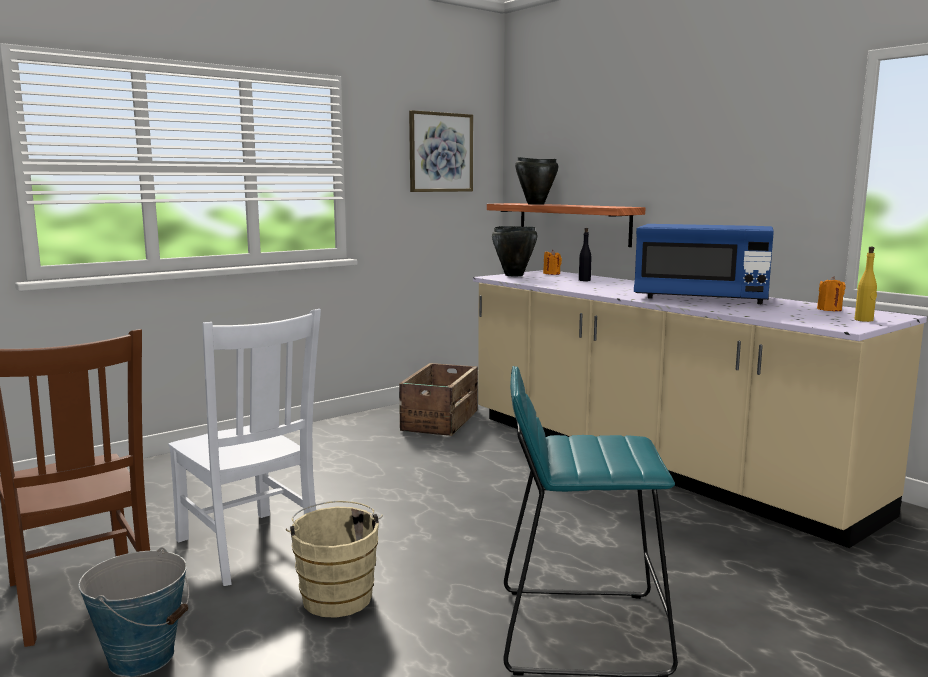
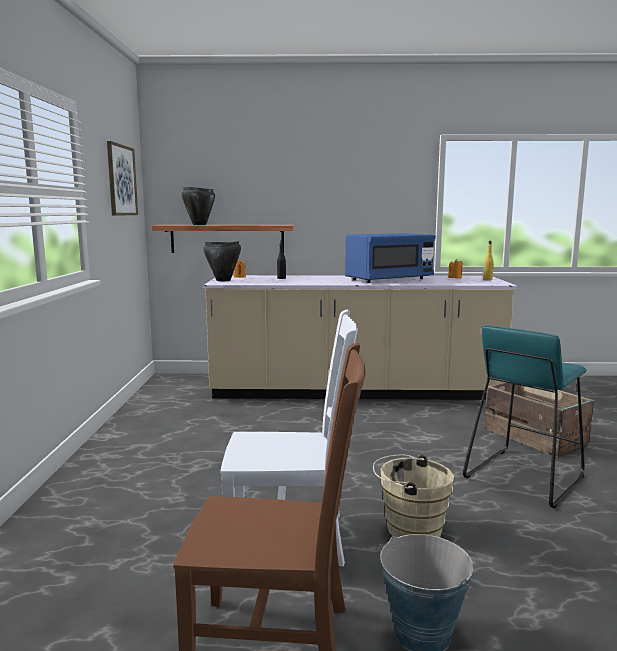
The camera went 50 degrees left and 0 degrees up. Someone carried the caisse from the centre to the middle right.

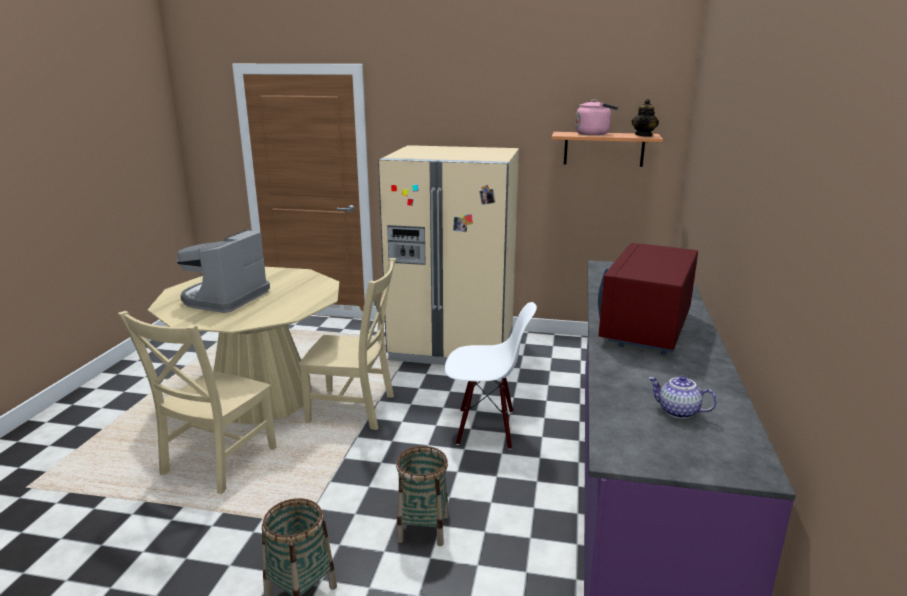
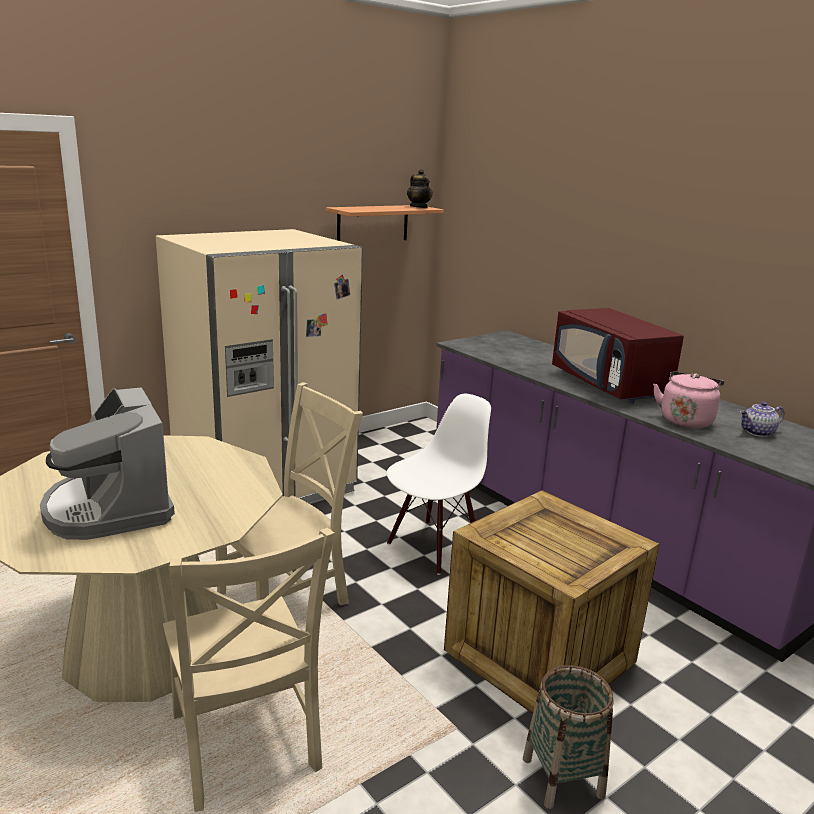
The camera went 50 degrees left and 0 degrees up. Someone swapped the panier (no. 2 from left) at the bottom centre for the caisse at the bottom right. Someone carried the bouilloire [rose] from the top centre to the middle right.

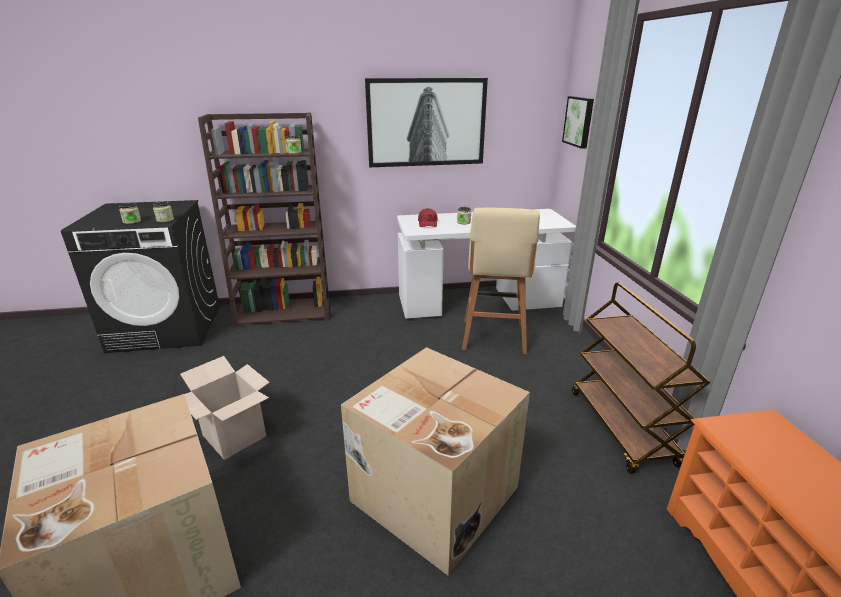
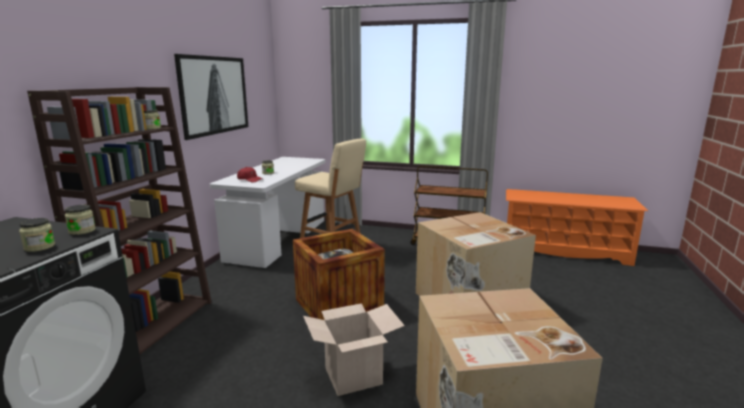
The camera went 65 degrees left and 10 degrees down. Someone put down the caisse at the bottom centre. Someone took away the tableau (no. 2 from left) at the top right.

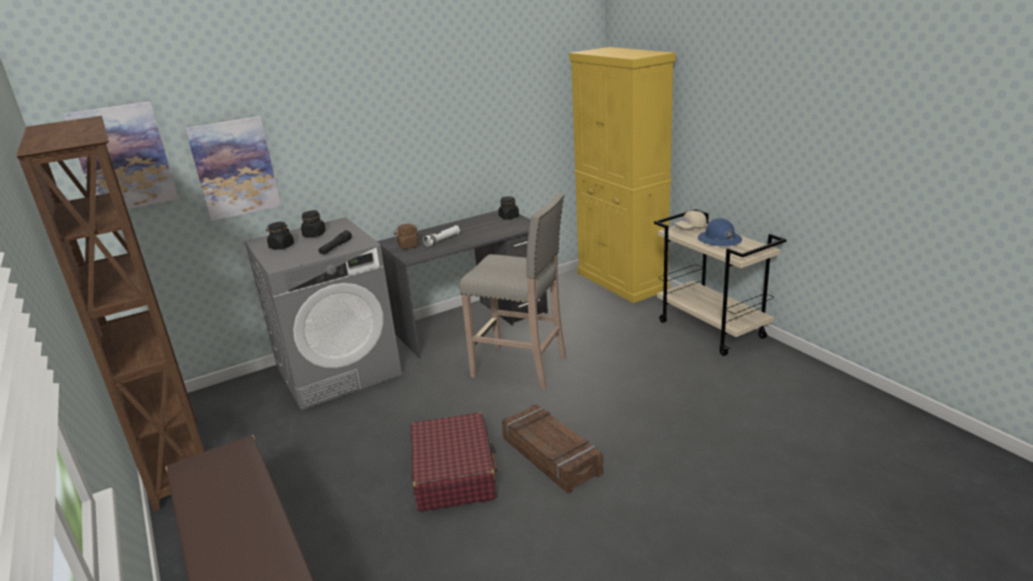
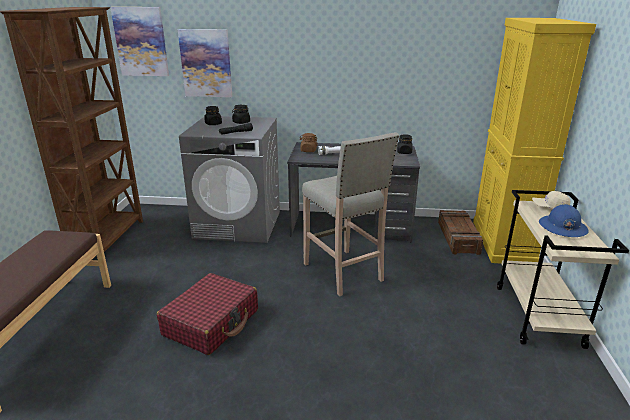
The camera went 35 degrees right and 0 degrees up. Someone carried the caisse from the bottom centre to the middle right.

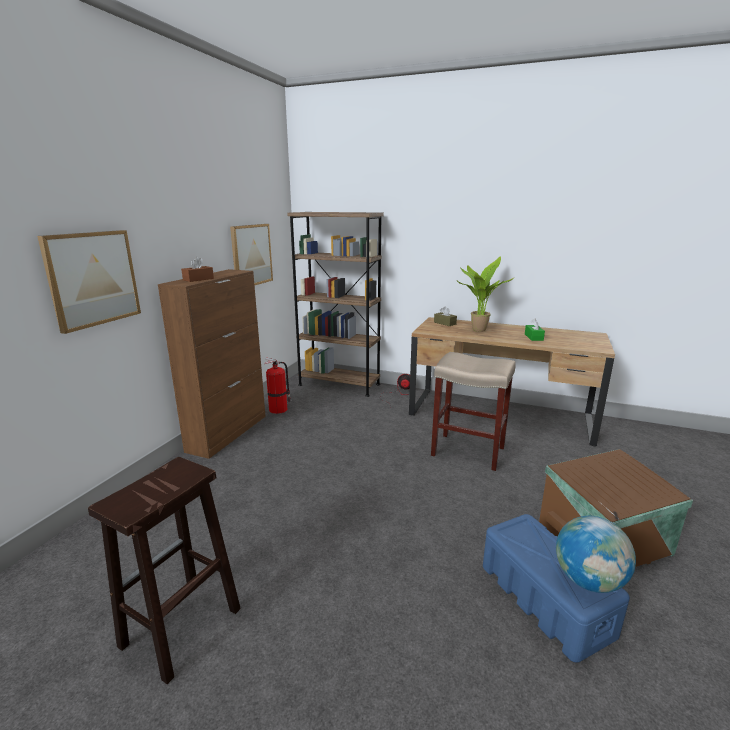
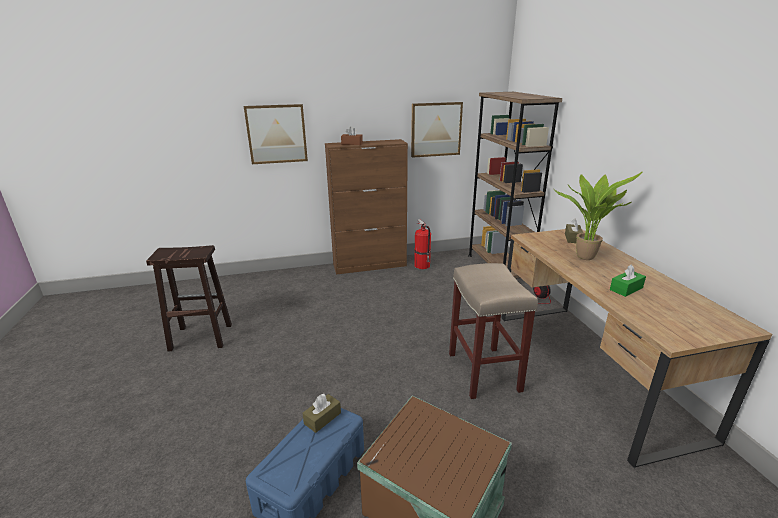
The camera went 55 degrees right and 5 degrees up. Someone put down the boîte à mouchoirs [marron] (no. 1 from left) at the bottom centre. Someone took away the globe at the bottom right.

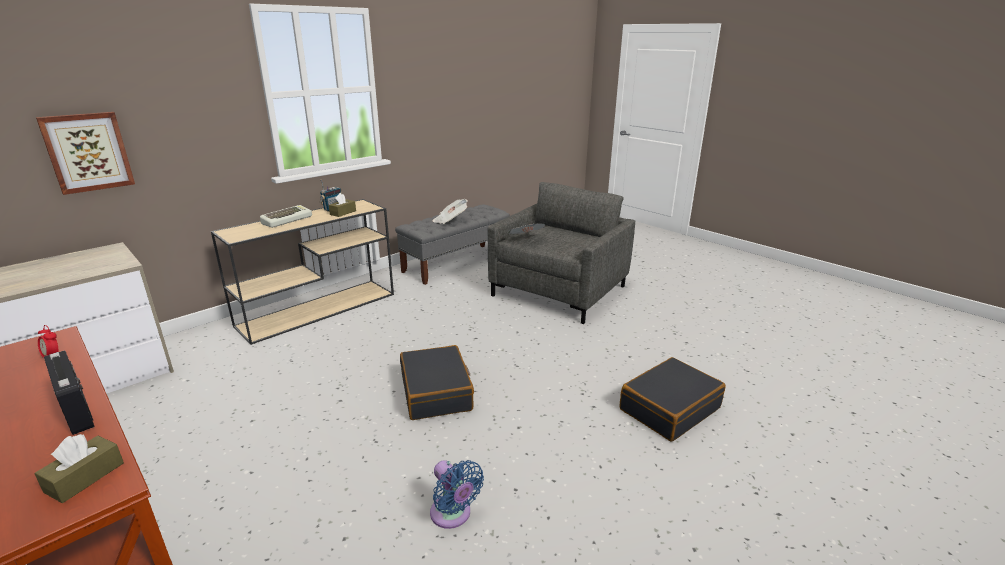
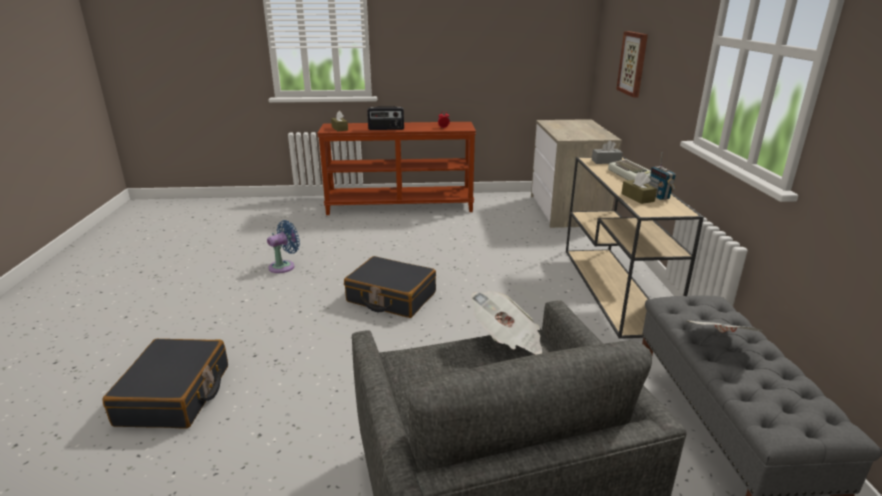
The camera went 130 degrees right and 0 degrees up. Someone rotated the ventilateur [bleu] at the bottom centre by 135 degrees clockwise. Someone put down the boîte à mouchoirs [gris] at the top right.

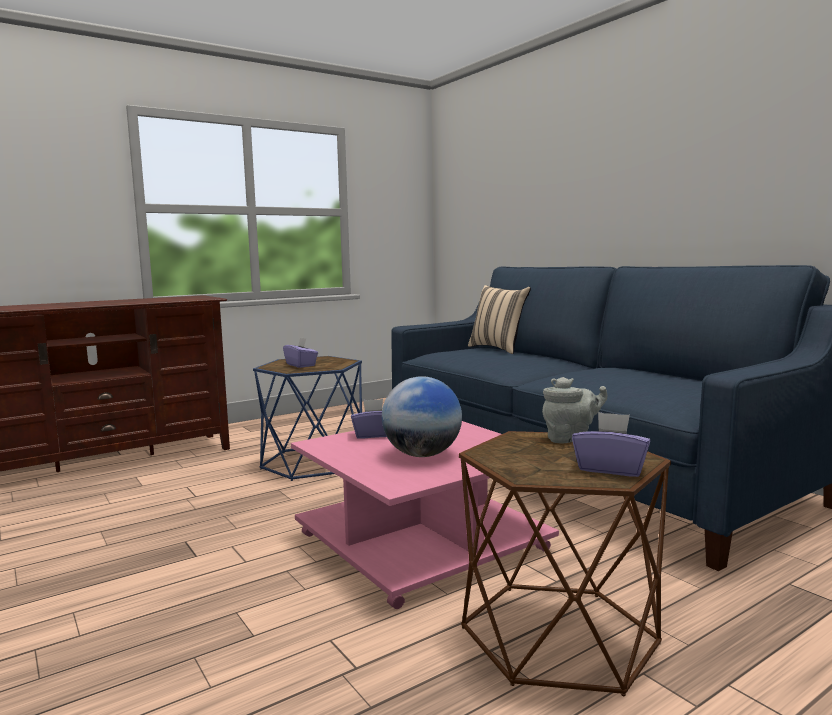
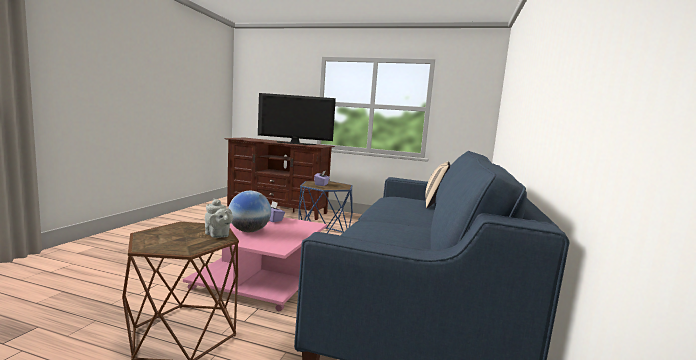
The camera went 50 degrees right and 0 degrees up. Someone put down the téléviseur at the top centre. Someone took away the boîte à mouchoirs [violet] (no. 3 from left) at the middle right.

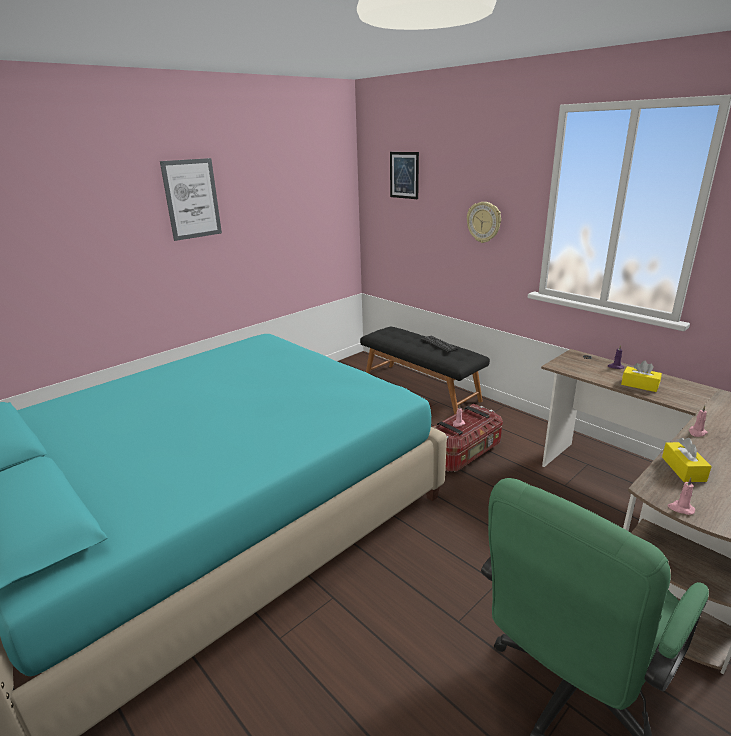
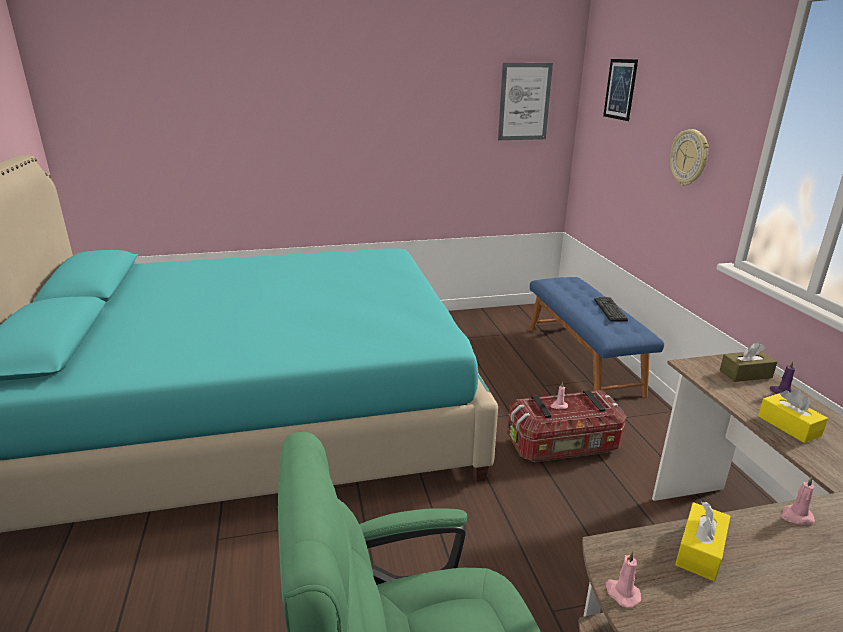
The camera went 30 degrees right and 0 degrees up. Someone carried the tableau (no. 1 from left) from the top left to the top centre. Someone repainted the banc [noir] at the centre, which became the banc [bleu] at the middle right. Someone put down the boîte à mouchoirs [marron] at the middle right.

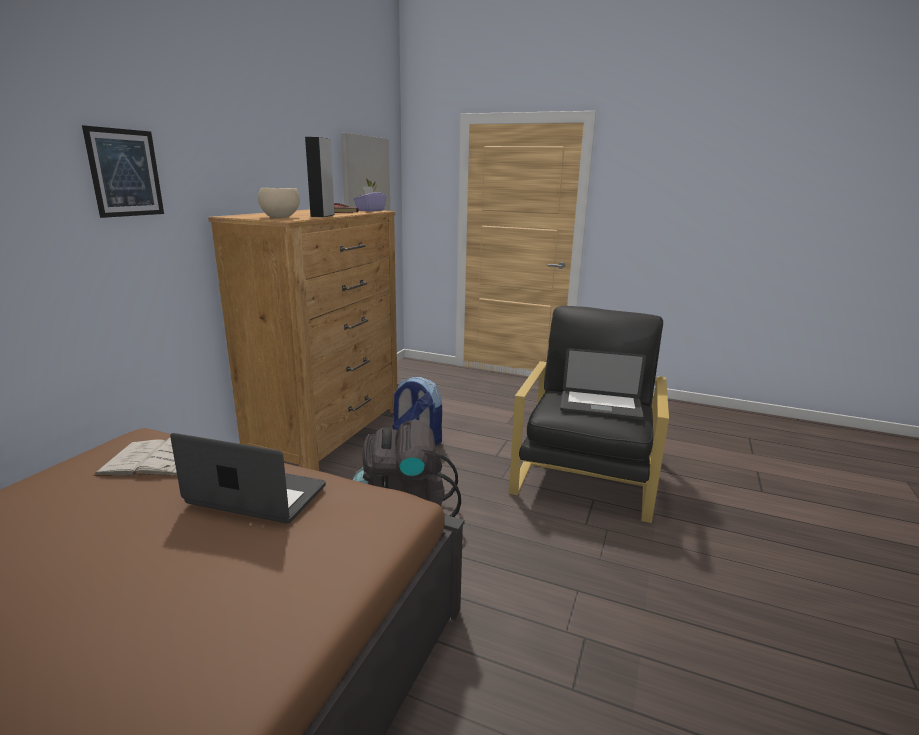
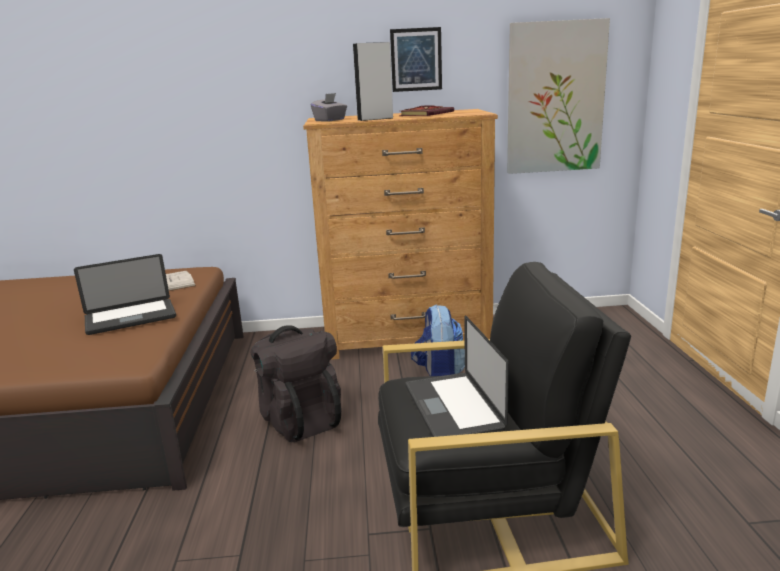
The camera went 65 degrees right and 0 degrees up. Someone rotated the ordinateur portable (no. 1 from left) at the middle left by 75 degrees clockwise. Someone swapped the bol [beige] at the top left for the boîte à mouchoirs [gris] at the top centre. Someone carried the tableau (no. 1 from left) from the top left to the top centre. Someone took away the boîte à mouchoirs [violet] at the top centre.

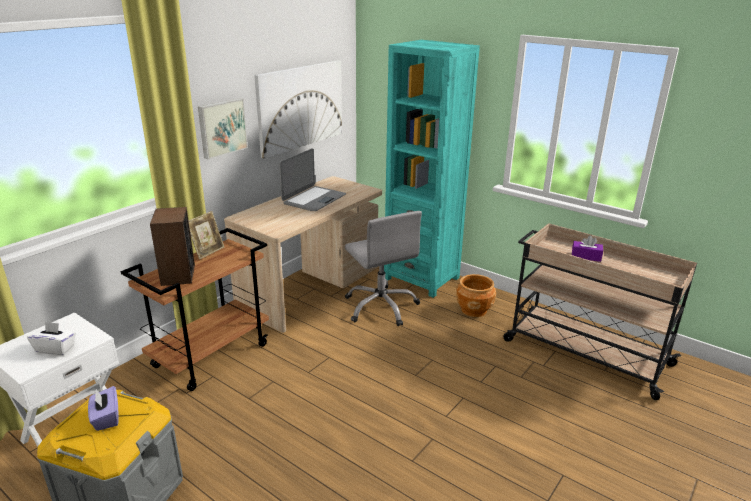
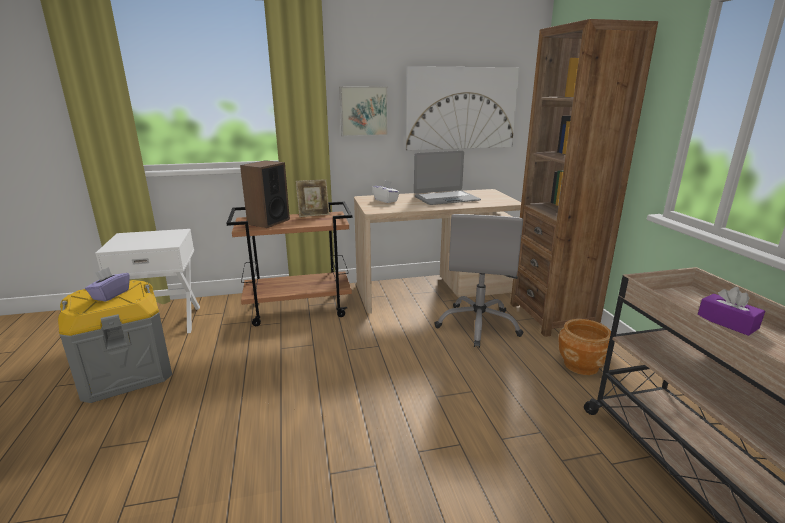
The camera went 40 degrees right and 5 degrees down. Someone carried the boîte à mouchoirs [blanc] from the bottom left to the centre. Someone repainted the bibliothèque [turquoise] at the centre, which became the bibliothèque [marron] at the middle right.

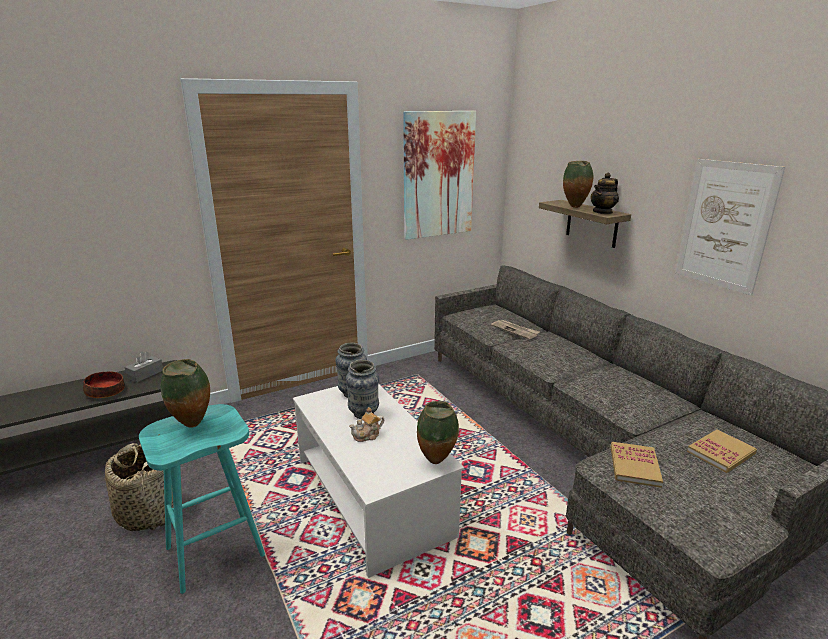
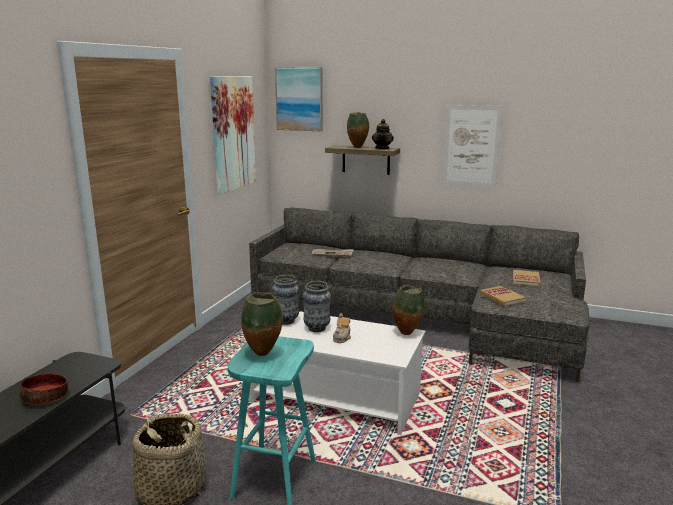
The camera went 40 degrees left and 5 degrees down. Someone put up the tableau (no. 2 from left) at the top centre. Someone took away the boîte à mouchoirs [gris] at the middle left.

